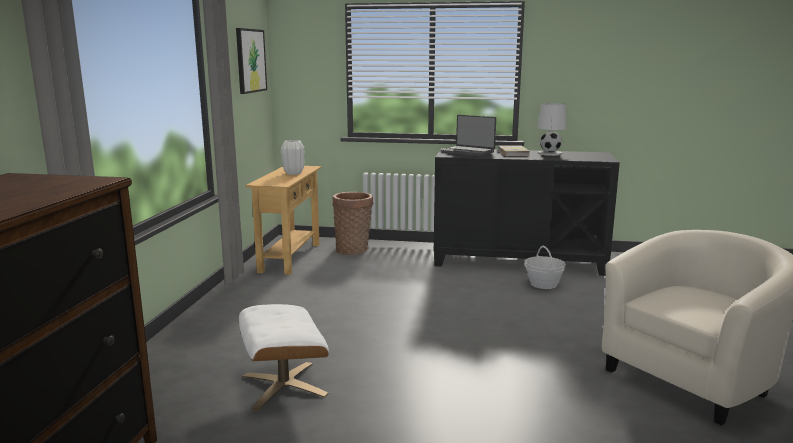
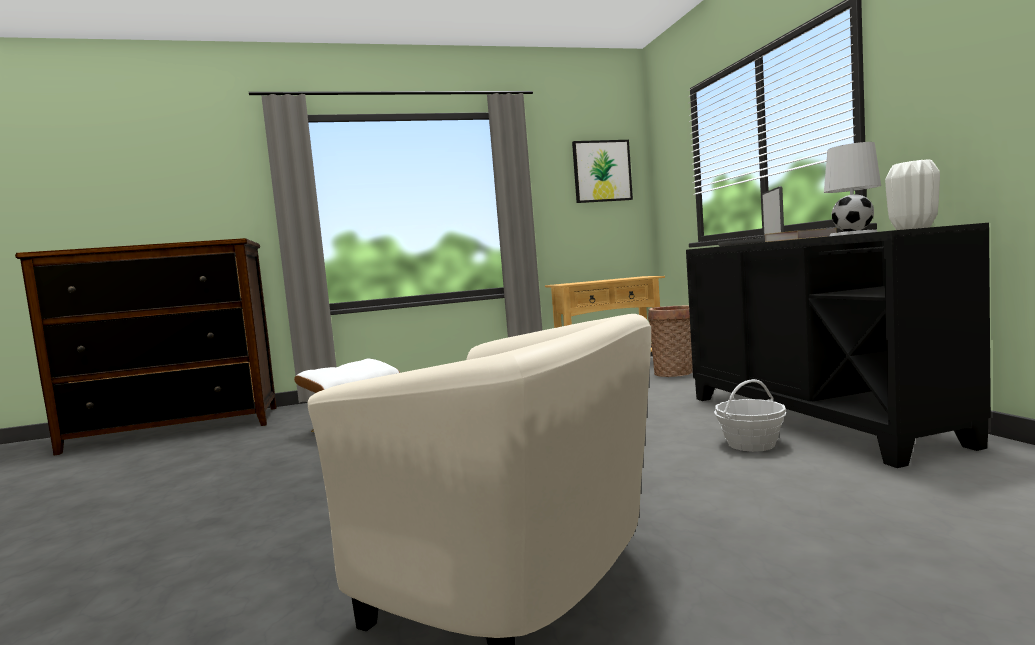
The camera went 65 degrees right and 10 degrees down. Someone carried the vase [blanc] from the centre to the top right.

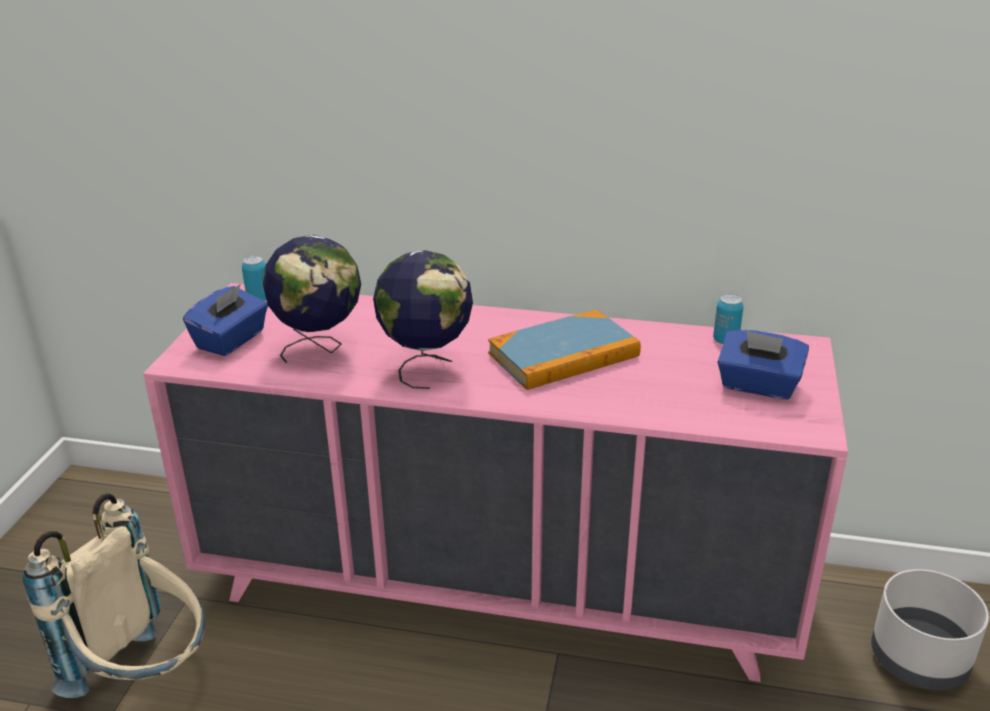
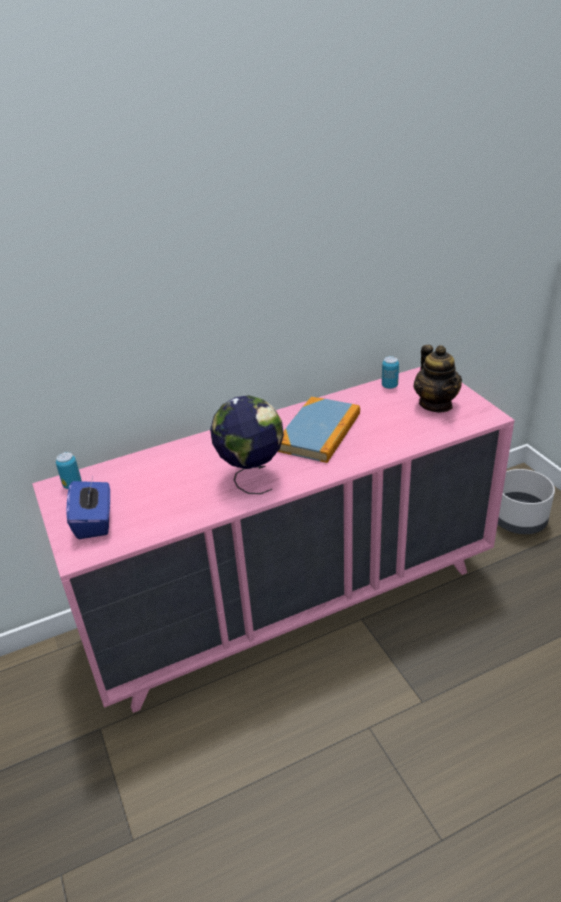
The camera went 35 degrees left and 5 degrees up. Someone swapped the boîte à mouchoirs [bleu] (no. 2 from left) at the middle right for the théière at the middle right. Someone took away the sac à dos [beige] at the bottom left. Someone took away the globe (no. 1 from left) at the middle left.

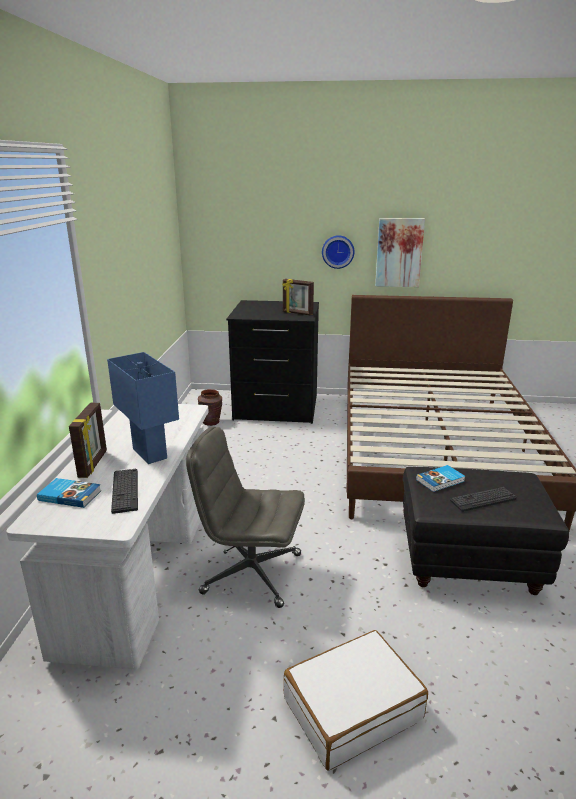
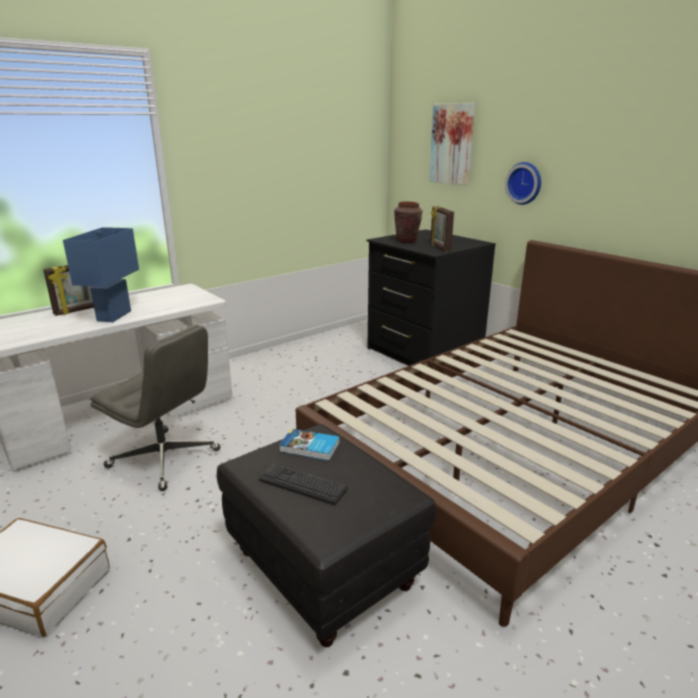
The camera went 45 degrees right and 0 degrees up. Someone rotated the chaise de bureau [gris] at the centre by 150 degrees clockwise. Someone carried the vase [marron] from the centre to the top centre. Someone carried the tableau from the top right to the top centre. Someone took away the livre (no. 1 from left) at the middle left. Someone took away the clavier (no. 1 from left) at the middle left.

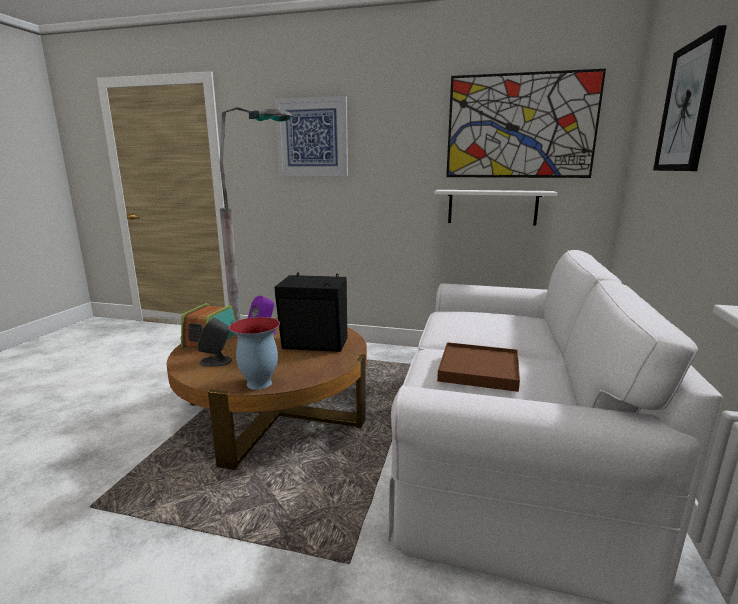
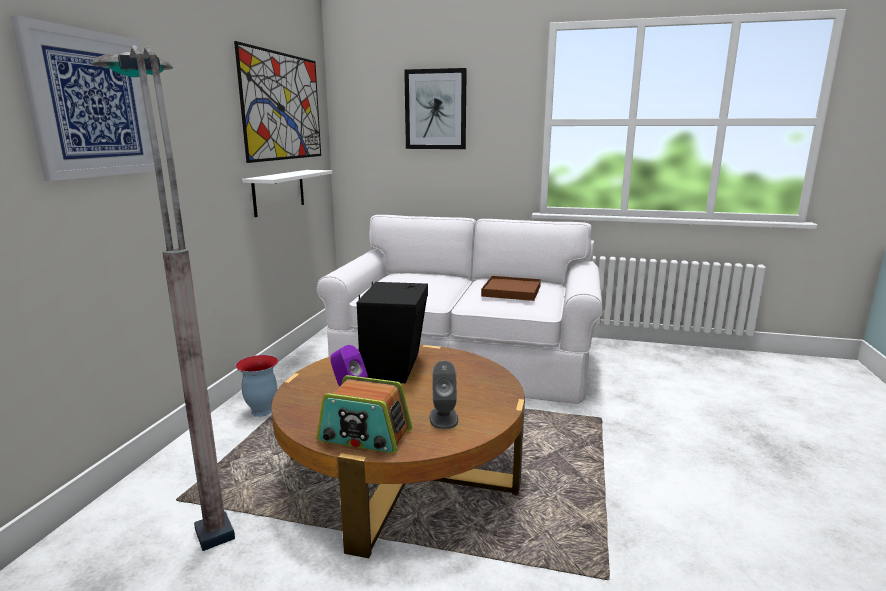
The camera went 90 degrees left and 0 degrees up. Someone carried the vase from the centre to the middle left.

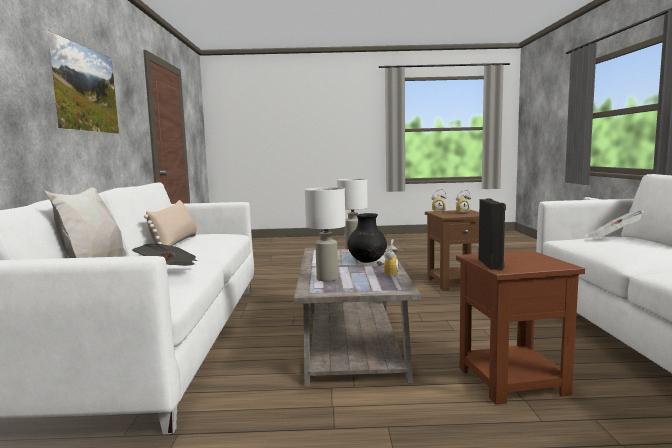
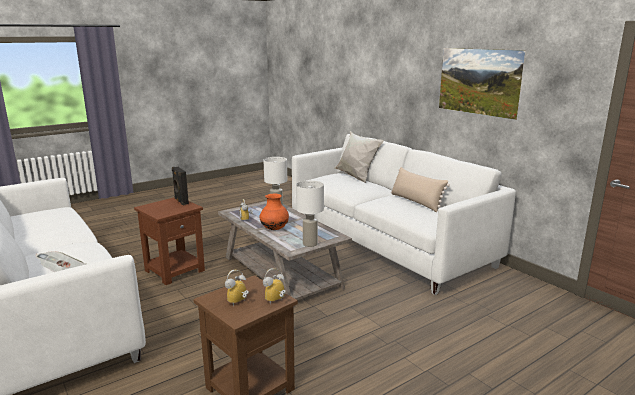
The camera went 145 degrees right and 10 degrees up. Someone repainted the vase [noir] at the centre, which became the vase [orange] at the centre. Someone took away the journal (no. 1 from left) at the middle left.

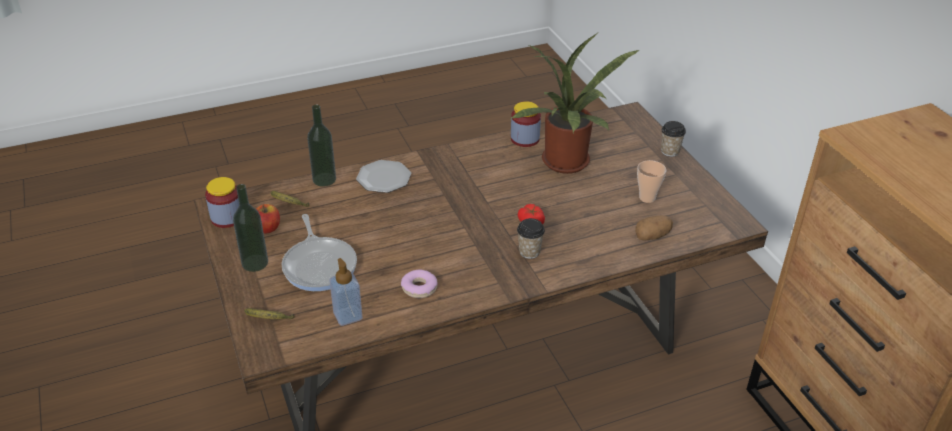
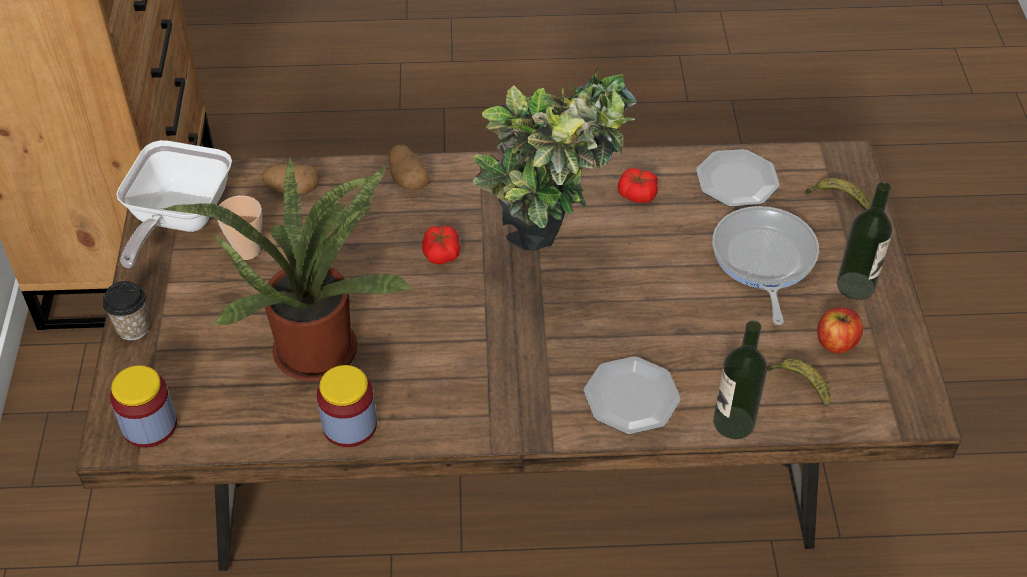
The camera went 160 degrees left and 10 degrees up. Someone carried the bocal (no. 1 from left) from the middle left to the bottom left. Someone put down the poêle (no. 1 from left) at the middle left. Someone put down the pomme de terre (no. 2 from left) at the top centre. Someone put down the plante en pot (no. 2 from left) at the top centre. Someone swapped the beignet at the centre for the tomate (no. 2 from left) at the top centre. Someone swapped the distributeur de savon at the bottom centre for the assiette (no. 2 from left) at the top right. Someone took away the tasse (no. 1 from left) at the centre.

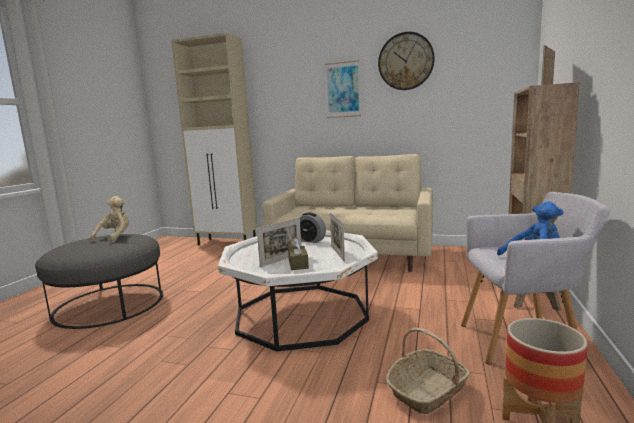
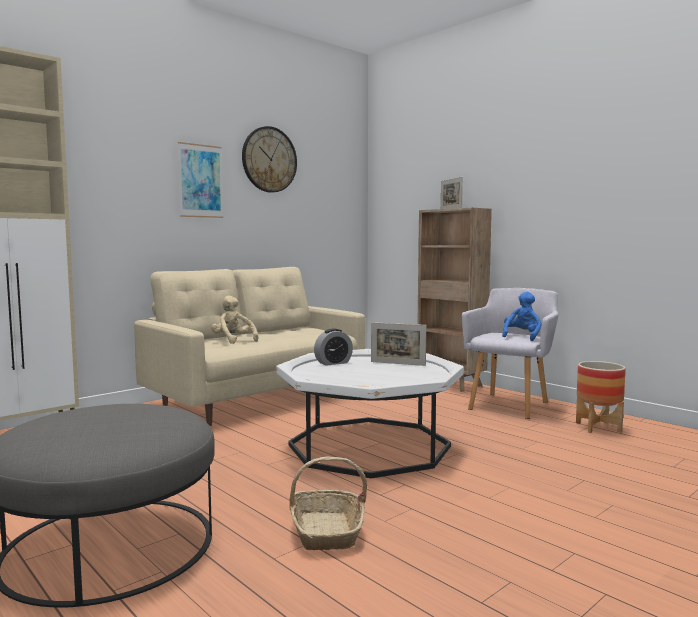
The camera went 60 degrees left and 5 degrees down. Someone carried the peluche [beige] from the middle left to the centre. Someone carried the panier from the bottom right to the bottom centre. Someone took away the cadre photo (no. 1 from left) at the centre. Someone took away the boîte à mouchoirs [marron] at the centre.

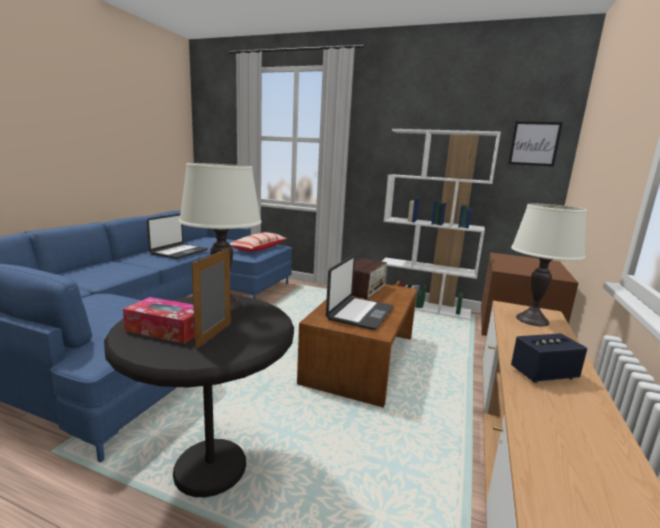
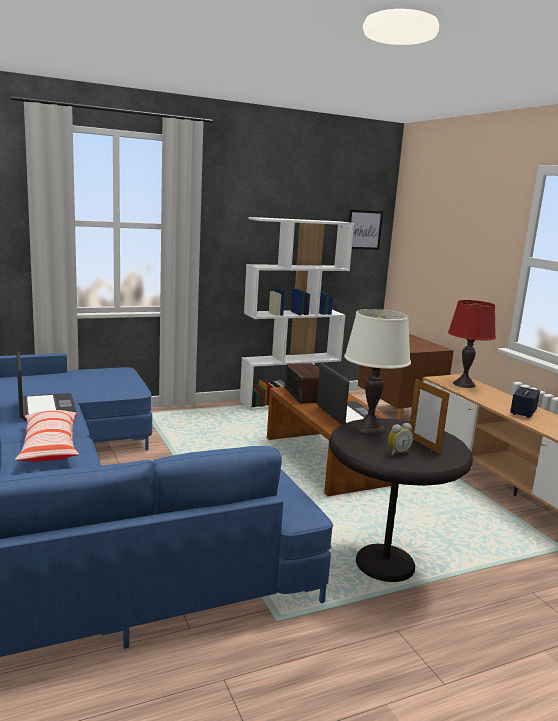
The camera went 45 degrees left and 0 degrees up. Someone carried the coussin from the centre to the middle left. Someone swapped the boîte à mouchoirs at the middle left for the réveil at the middle right. Someone repainted the lampe de table [blanc] (no. 2 from left) at the middle right, which became the lampe de table [rouge] at the middle right.

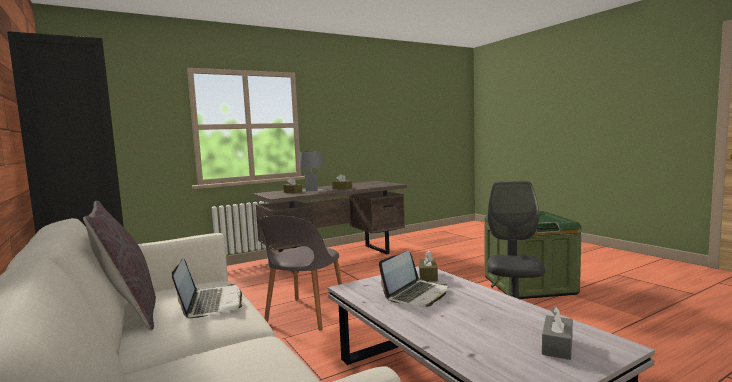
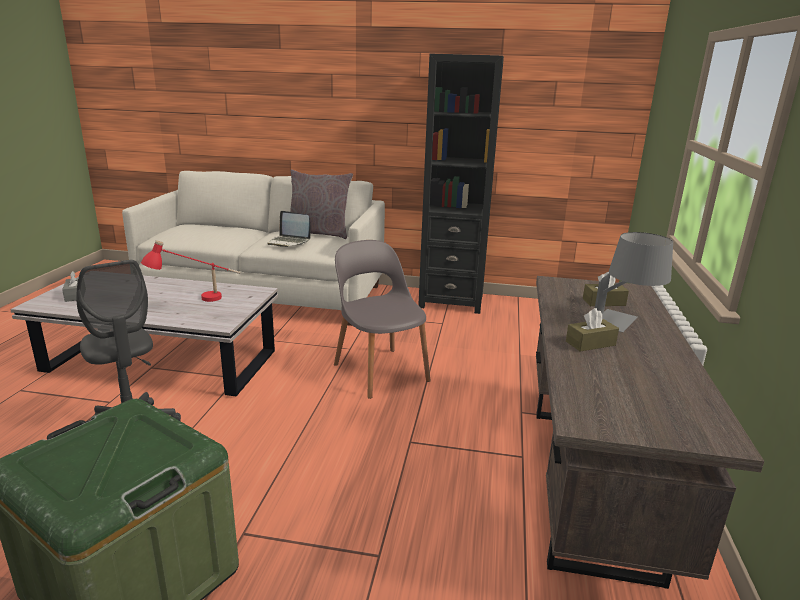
The camera went 130 degrees right and 15 degrees up. Someone swapped the ordinateur portable (no. 2 from left) at the bottom centre for the lampe de table [rouge] at the middle left. Someone took away the boîte à mouchoirs [marron] (no. 3 from left) at the bottom centre.

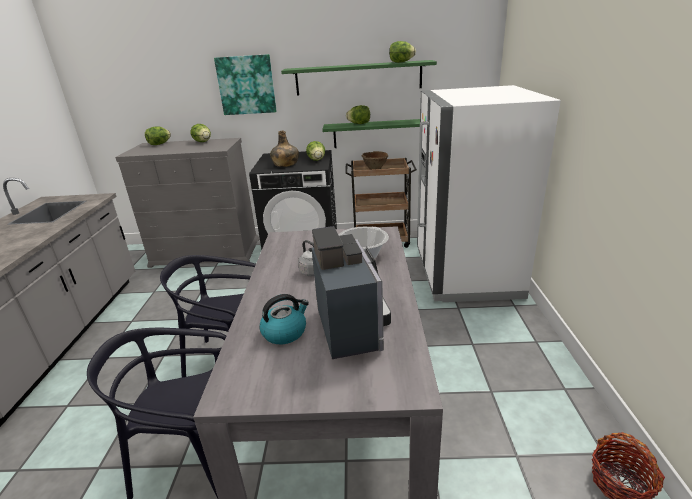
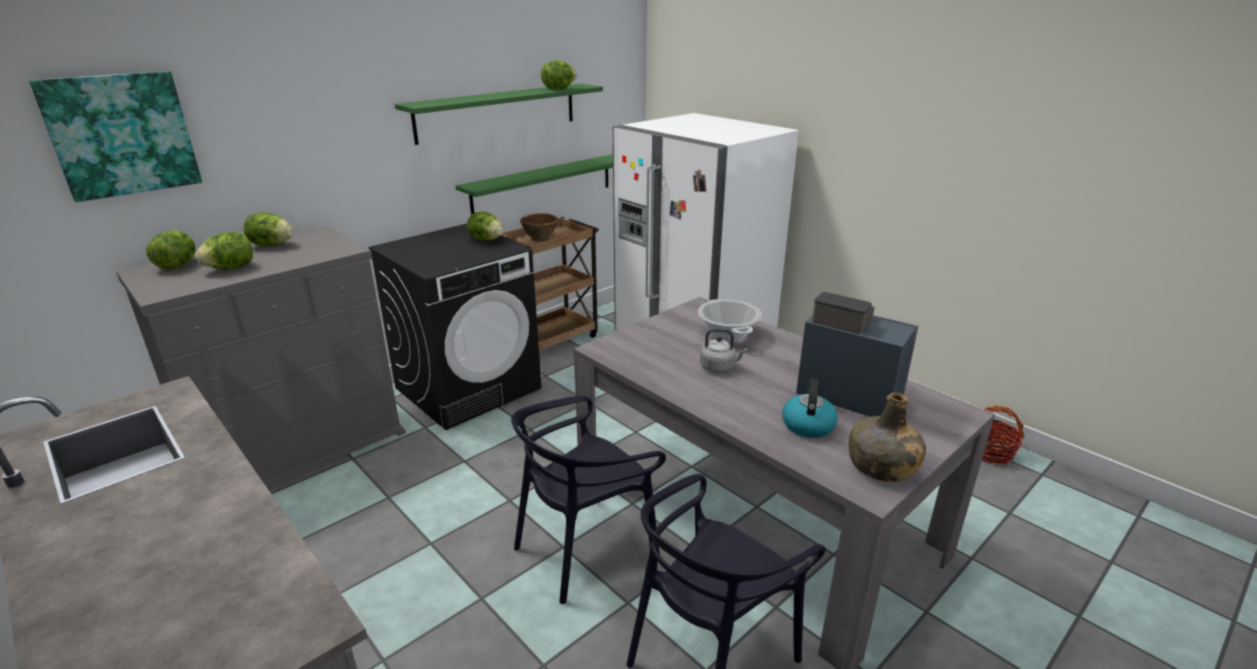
The camera went 45 degrees left and 0 degrees up. Someone carried the tableau from the top centre to the top left. Someone carried the laitue (no. 4 from left in the first image) from the top centre to the middle left. Someone carried the bouteille [vert] from the top centre to the middle right.

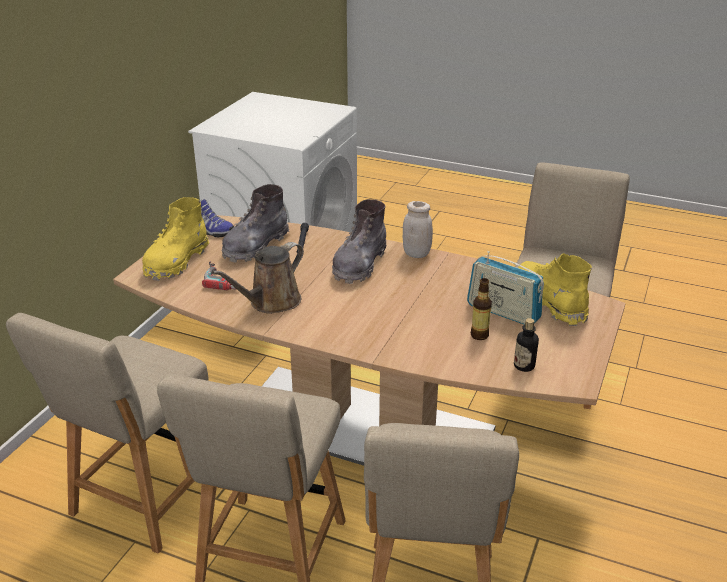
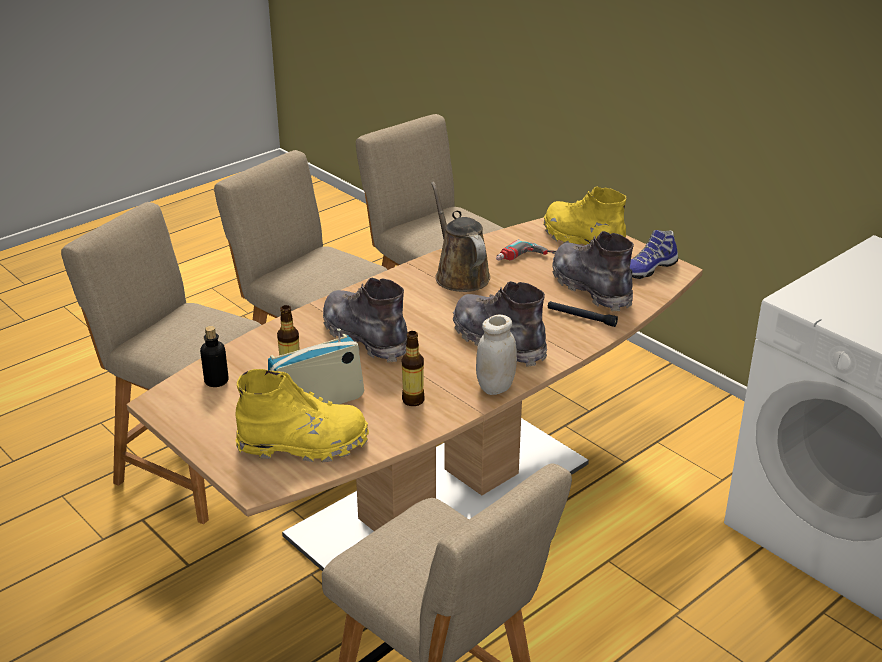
The camera went 115 degrees right and 0 degrees up. Someone put down the botte [gris] (no. 1 from left) at the centre. Someone put down the bouteille (no. 3 from left) at the centre.

